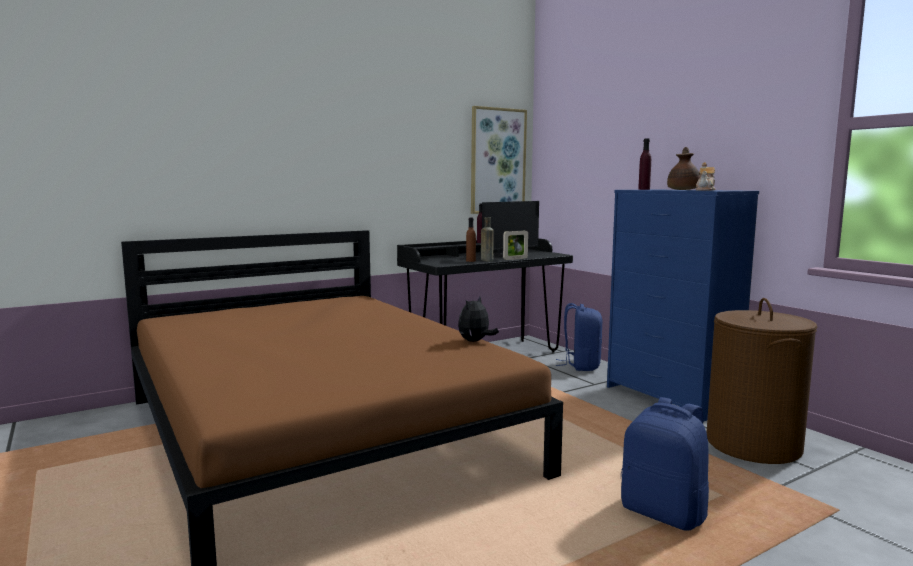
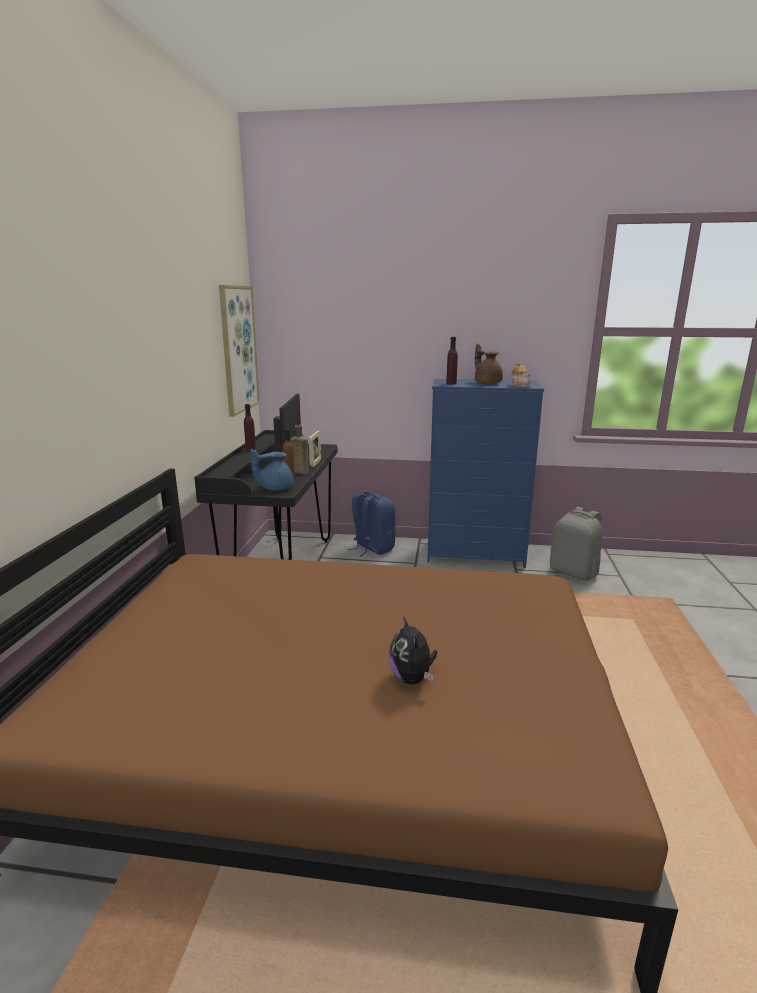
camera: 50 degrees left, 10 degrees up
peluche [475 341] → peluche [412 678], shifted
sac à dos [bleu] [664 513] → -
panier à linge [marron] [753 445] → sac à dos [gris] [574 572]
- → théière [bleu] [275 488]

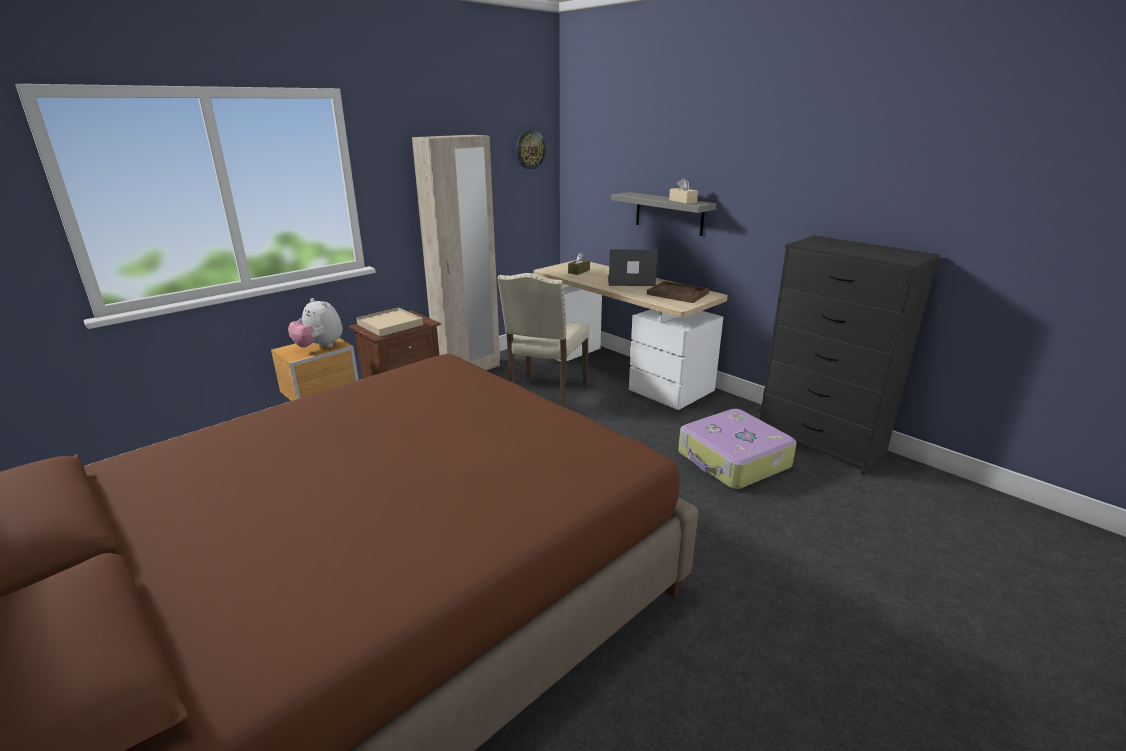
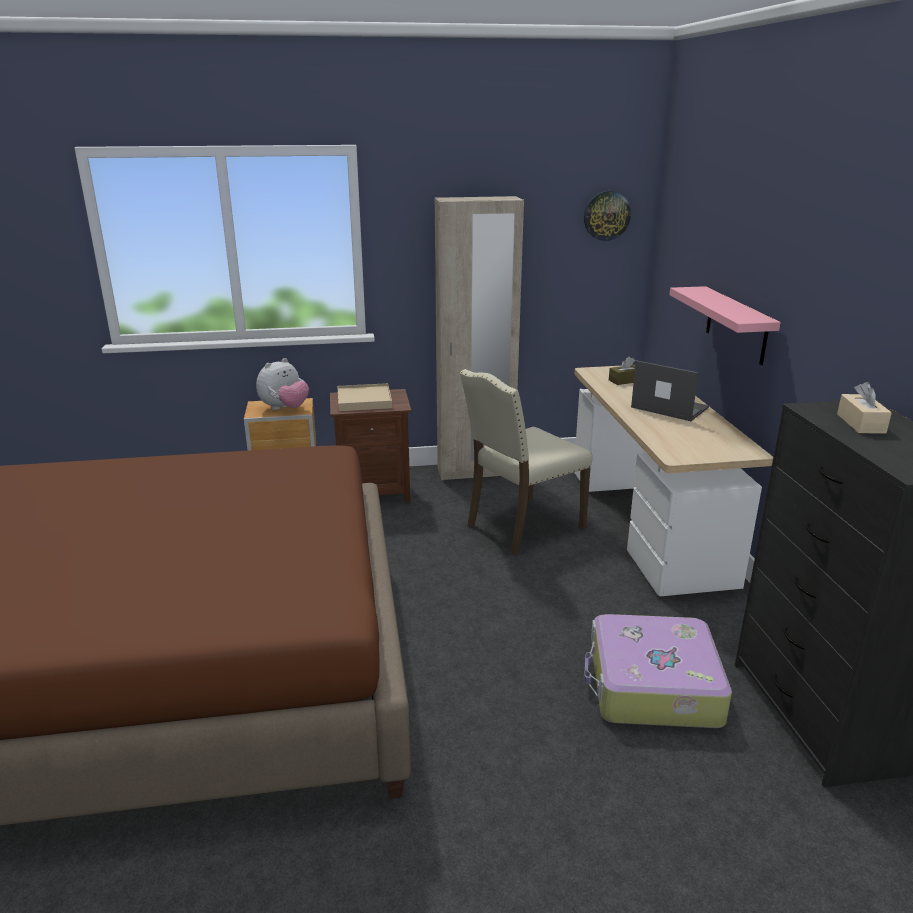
camera: 35 degrees right, 0 degrees up
peluche [319 347] → peluche [284 409], 120 degrees counterclockwise
étagère [gris] [669 213] → étagère [rose] [736 325]
plateau [marron] [677 294] → -
boîte à mouchoirs [beige] [682 201] → boîte à mouchoirs [beige] [861 423], shifted

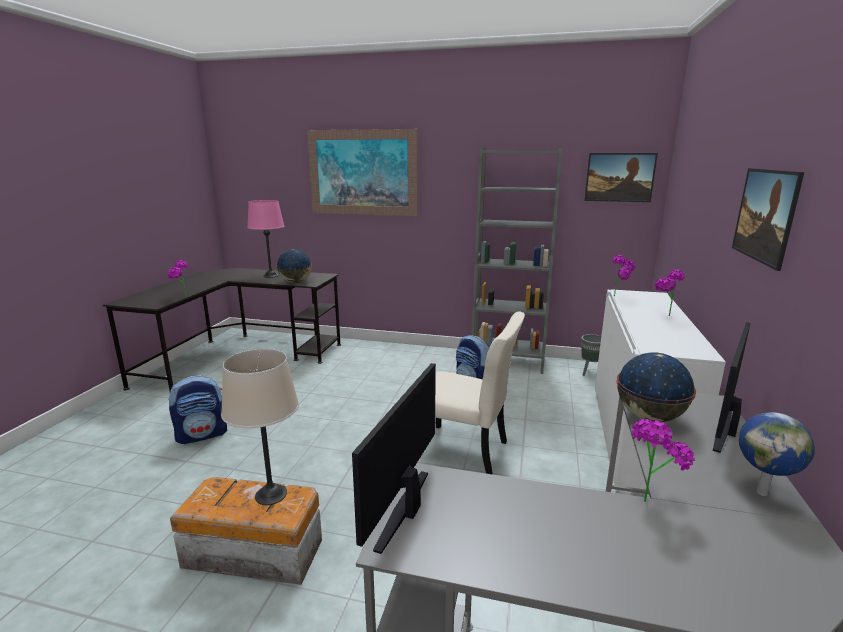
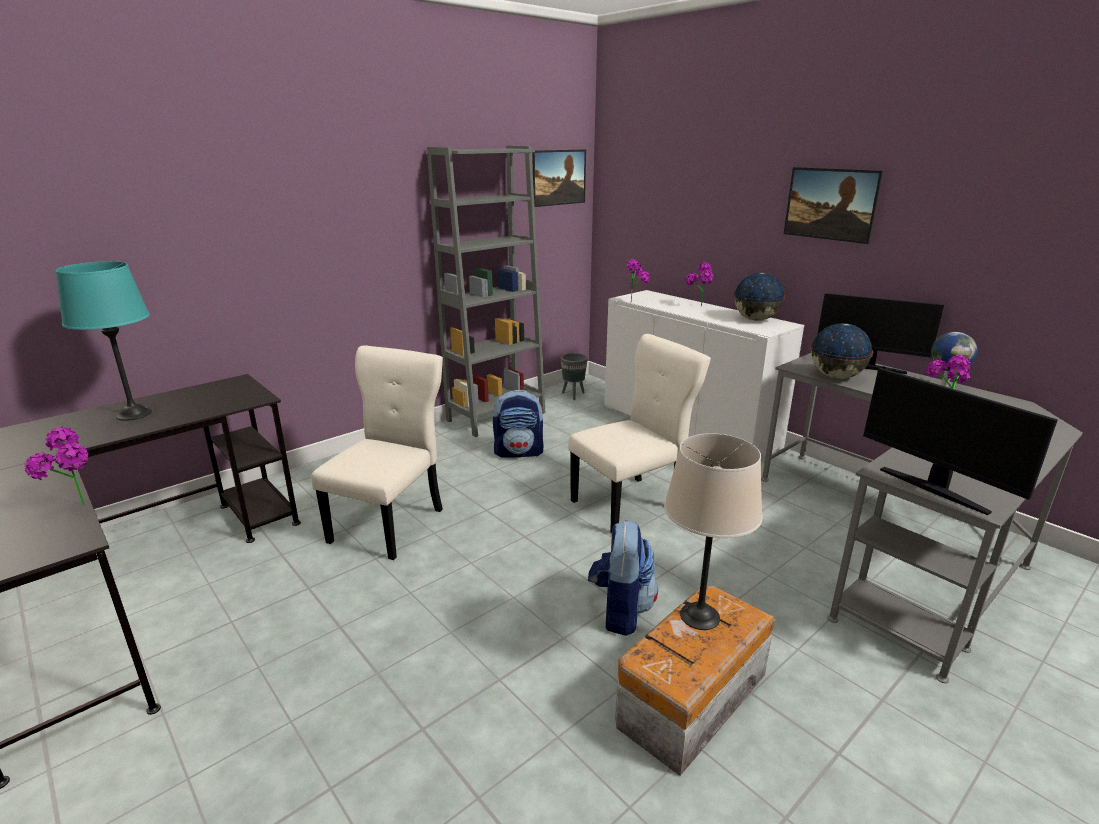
camera: 55 degrees left, 5 degrees up
sac à dos [202 435] → sac à dos [620 610], shifted
lampe de table [rose] [271 275] → lampe de table [turquoise] [134 414]
globe [295 282] → globe [755 319], shifted
tableau [362 173] → -
écran d'ordinateur [726 431] → écran d'ordinateur [867 367], 45 degrees counterclockwise
- → chaise [beige] [390 523]

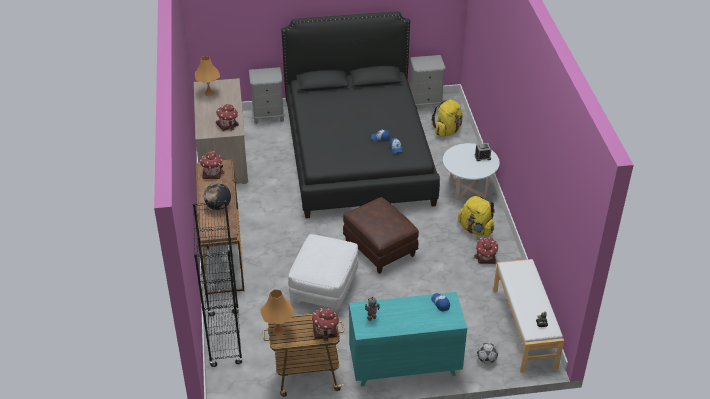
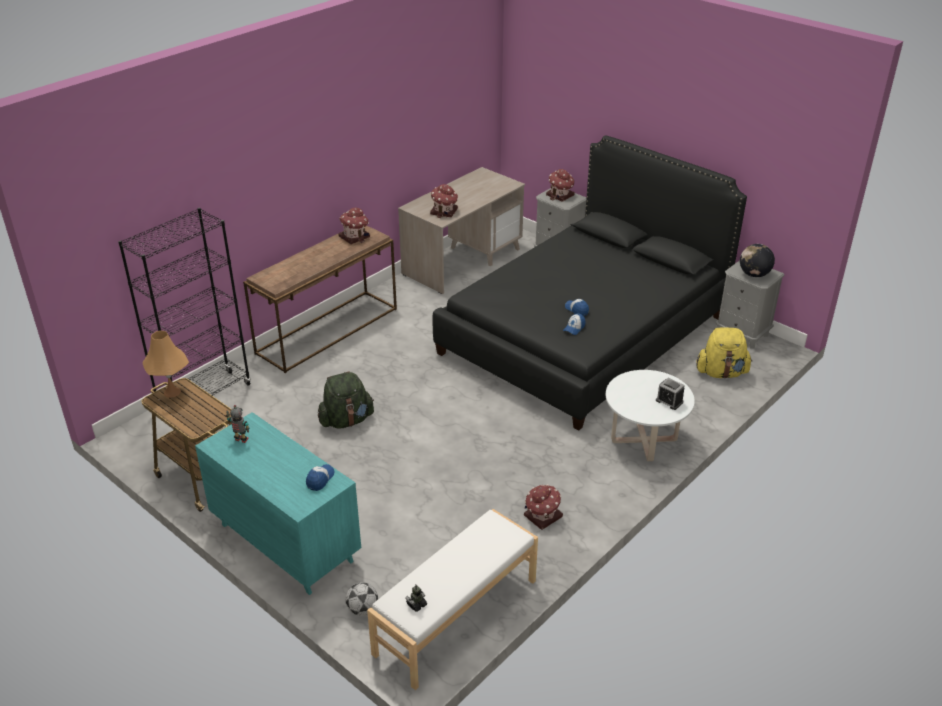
camera: 50 degrees right, 5 degrees down
lampe de table [orange] [209 93] → -
globe [218 206] → globe [754 274], shifted
pouf [blanc] [324 288] → sac à dos [vert] [346 420]
maison miniature [325 331] → maison miniature [560 195], shifted
pouf [marron] [380 248] → -
sac à dos [jaune] [476 229] → -

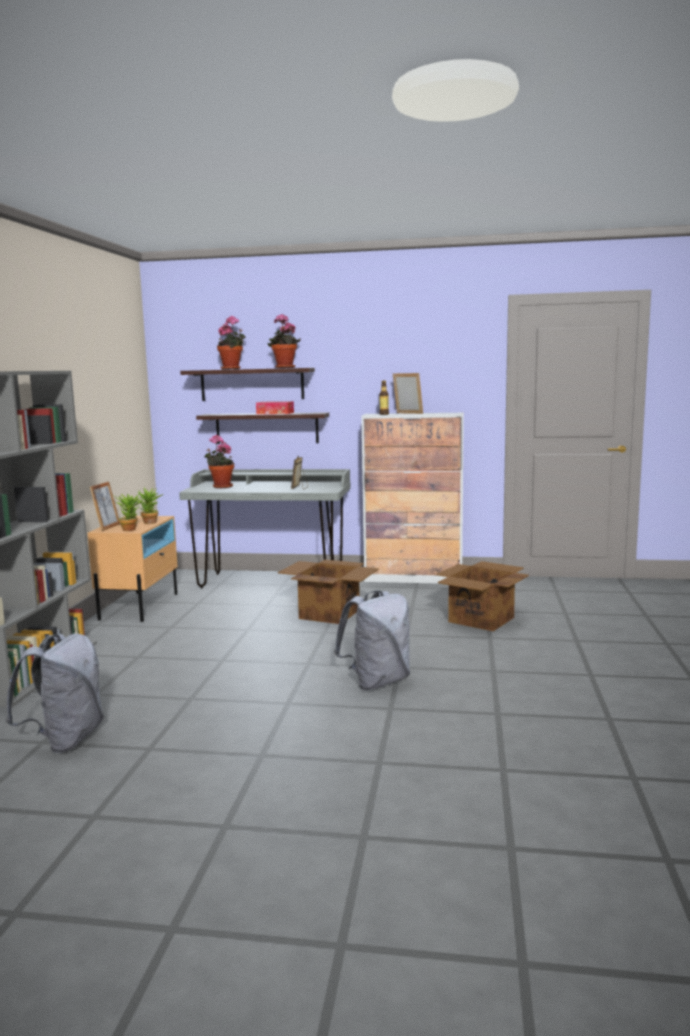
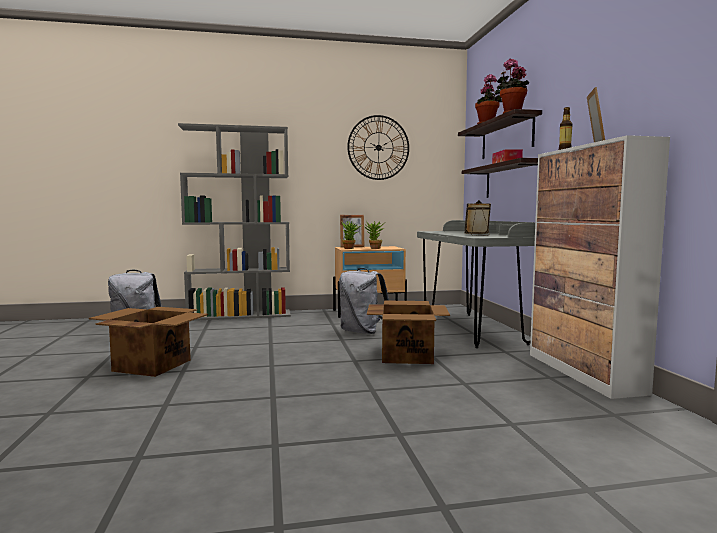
camera: 70 degrees right, 5 degrees down
plante en pot [220 487] → -
sac à dos [gris] [377 682] → sac à dos [gris] [362 332], shifted
carton [480 620] → carton [151 365], shifted
- → horloge murale [378 147]

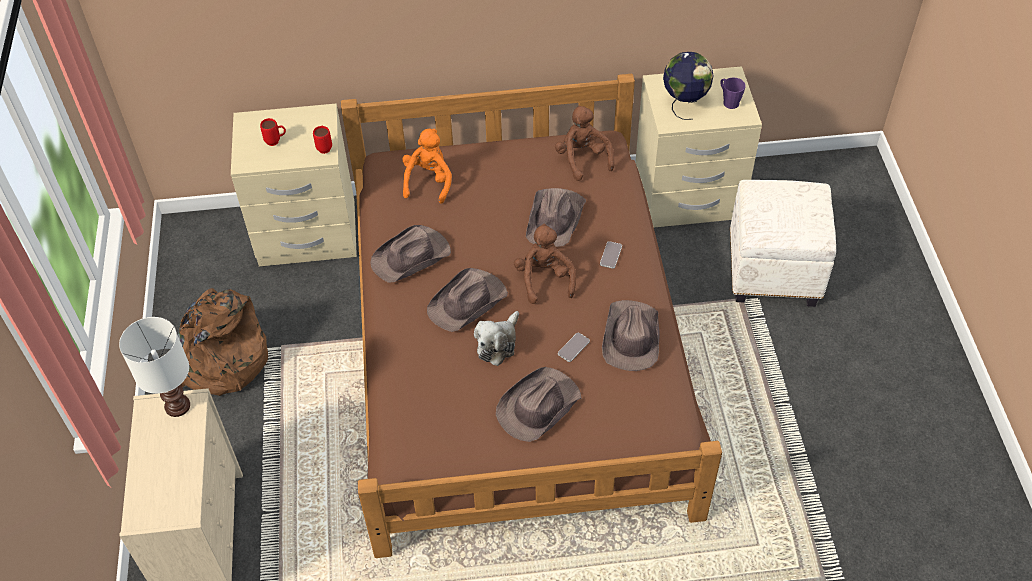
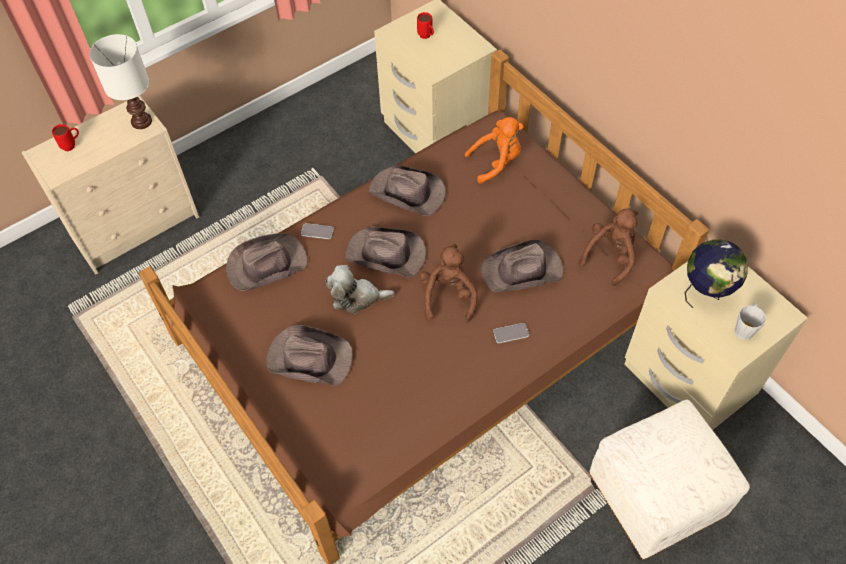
camera: 60 degrees right, 5 degrees up
sac à dos [marron] [220 362] → -
mug [rouge] [325 147] → mug [rouge] [72 145], shifted
peluche [marron] [544 279] → peluche [marron] [448 296], 45 degrees counterclockwise
téléphone [573 347] → téléphone [317 231], shifted
chapeau [marron] [630 337] → chapeau [marron] [266 265], shifted
mug [violet] [728 101] → mug [gris] [745 328]

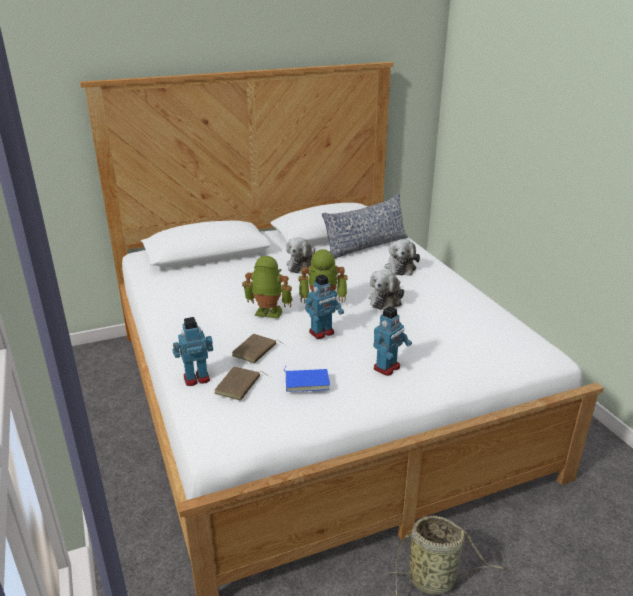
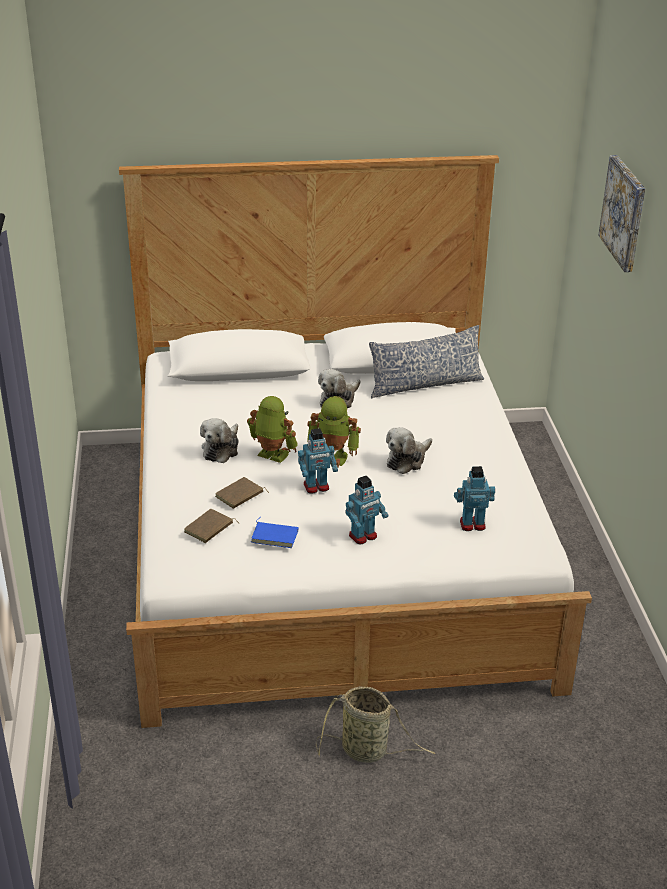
camera: 15 degrees right, 5 degrees up
robot jouet [196 378] → robot jouet [472 524], shifted
peluche [400 267] → peluche [221 449], shifted
- → tableau [624 213]

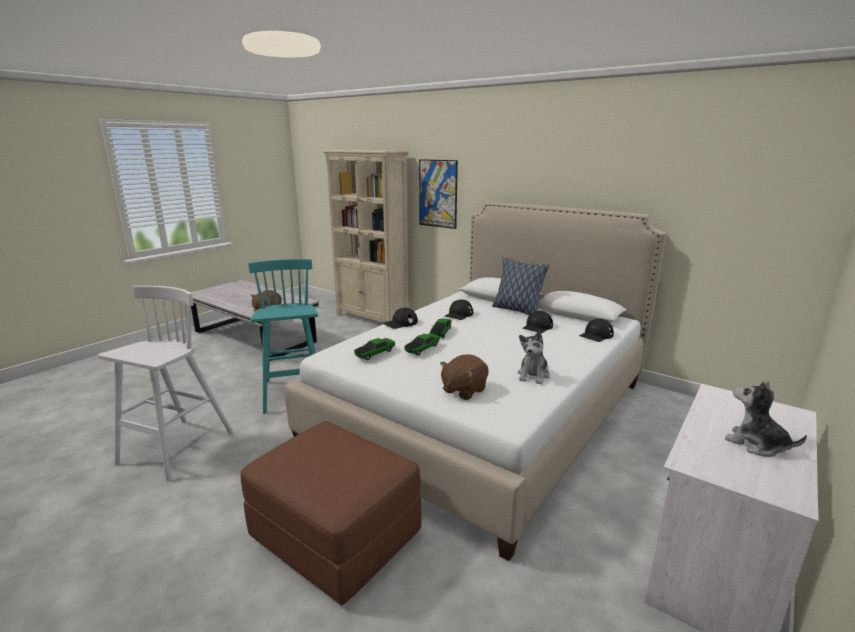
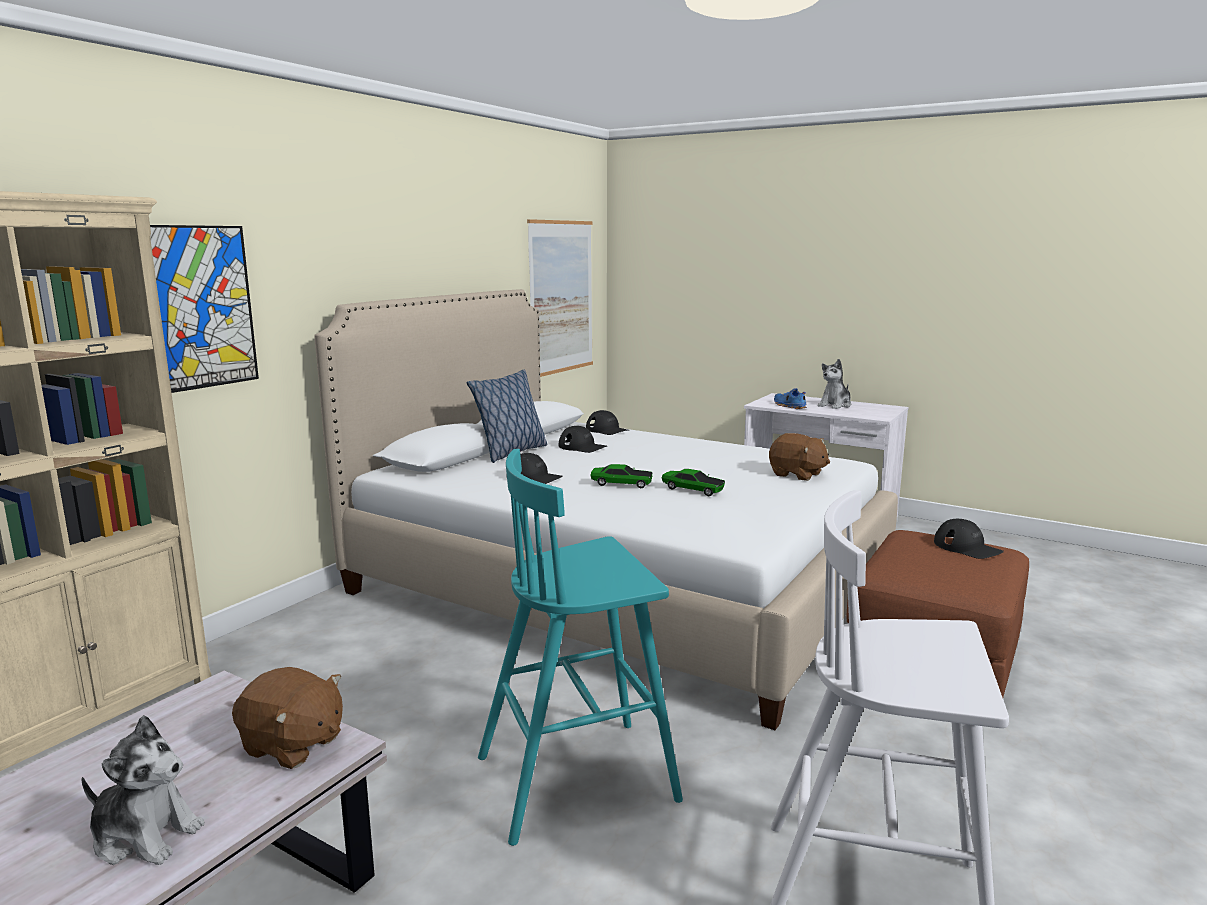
camera: 95 degrees left, 5 degrees down
petite voiture [375 353] → -
casquette [noir] [400 323] → casquette [noir] [967 548], shifted
peluche [533 375] → peluche [145 835], shifted
- → tableau [561 297]
- → chaussure [bleu] [789 406]

